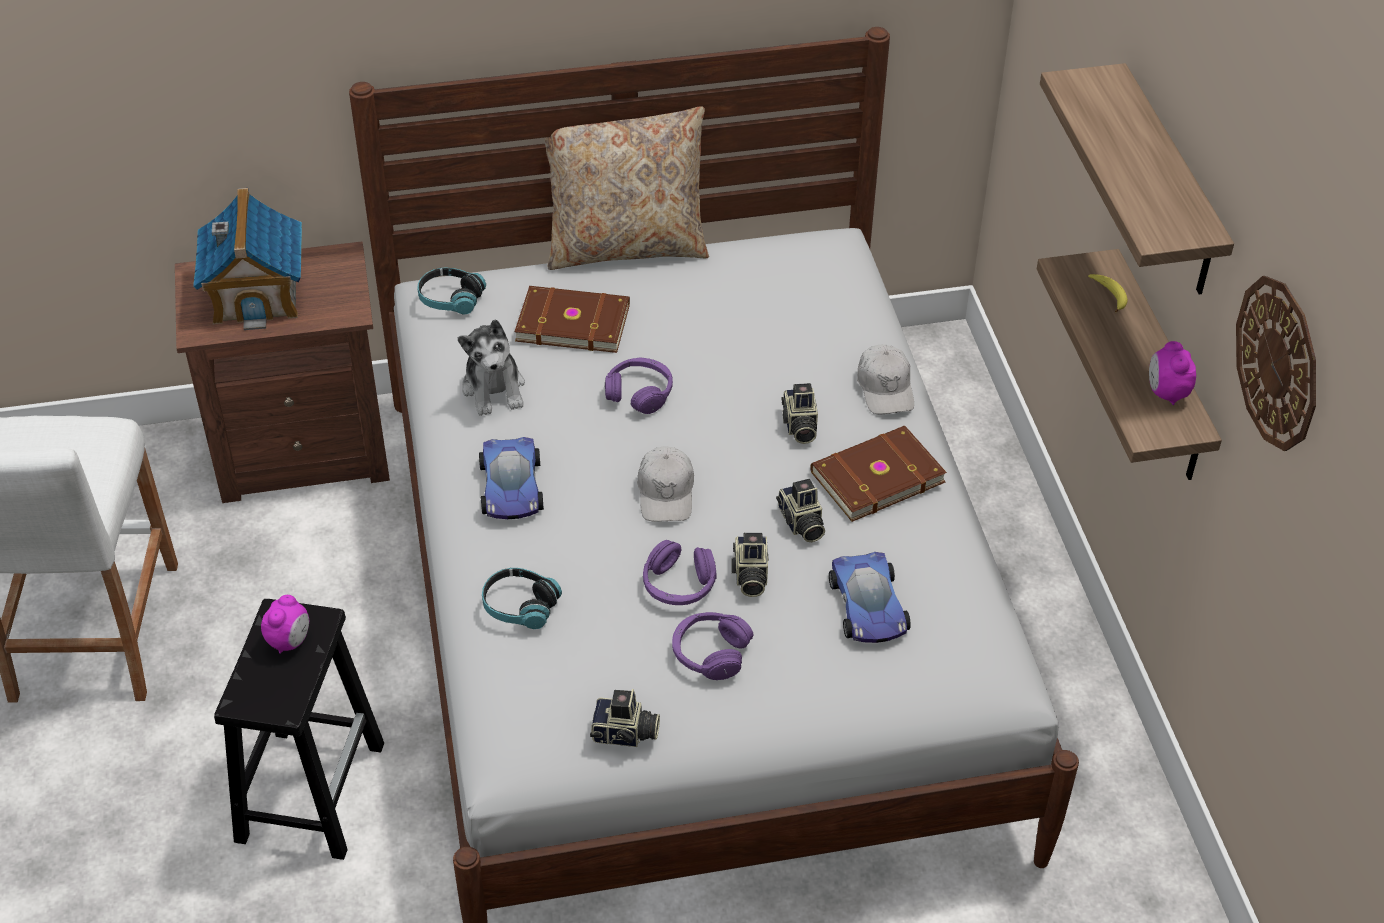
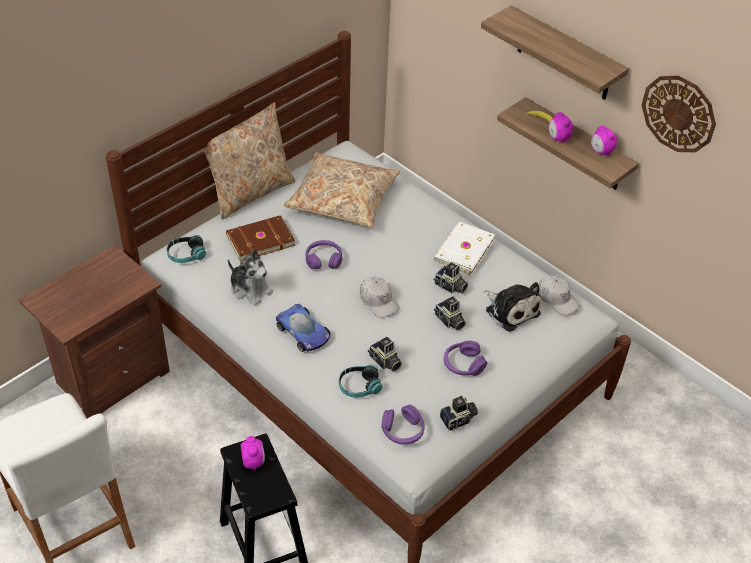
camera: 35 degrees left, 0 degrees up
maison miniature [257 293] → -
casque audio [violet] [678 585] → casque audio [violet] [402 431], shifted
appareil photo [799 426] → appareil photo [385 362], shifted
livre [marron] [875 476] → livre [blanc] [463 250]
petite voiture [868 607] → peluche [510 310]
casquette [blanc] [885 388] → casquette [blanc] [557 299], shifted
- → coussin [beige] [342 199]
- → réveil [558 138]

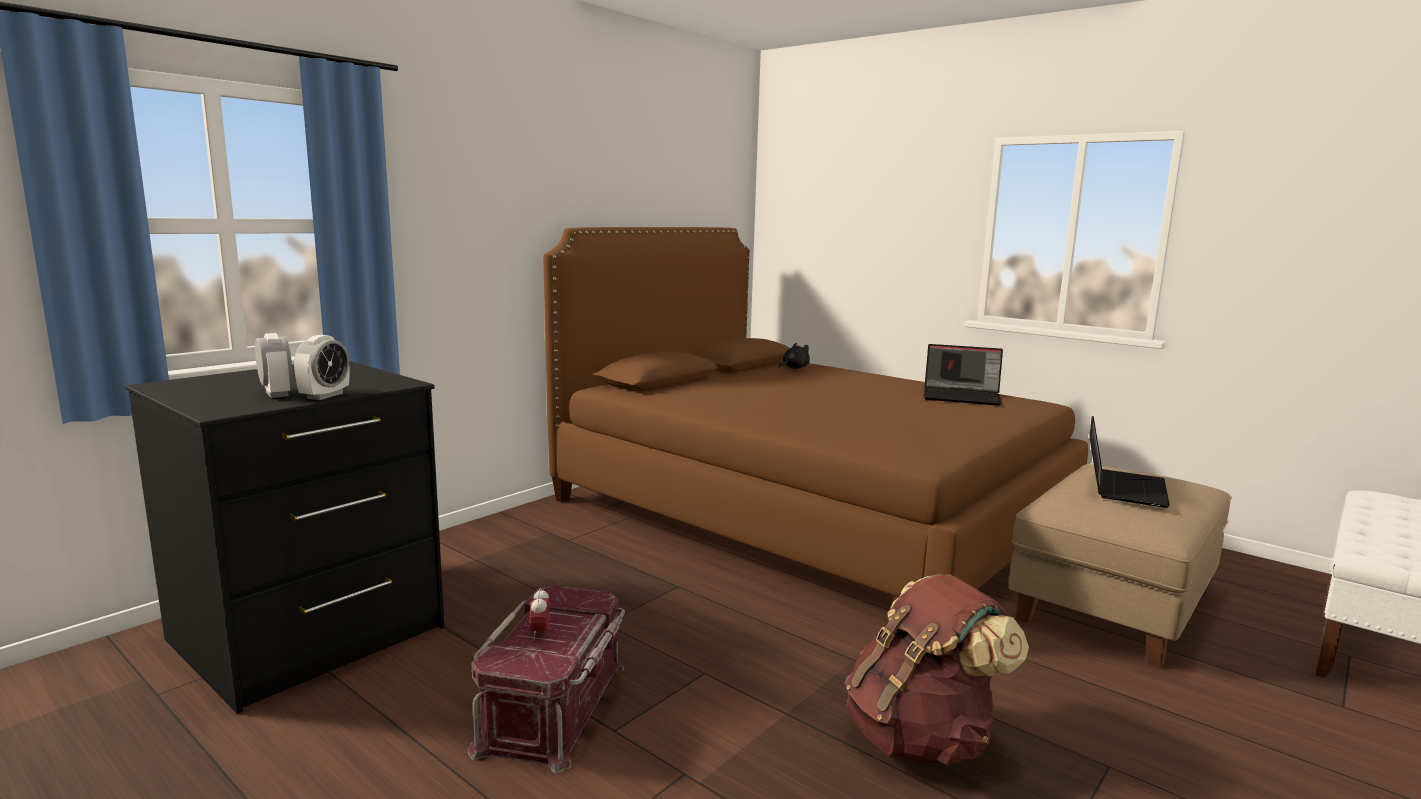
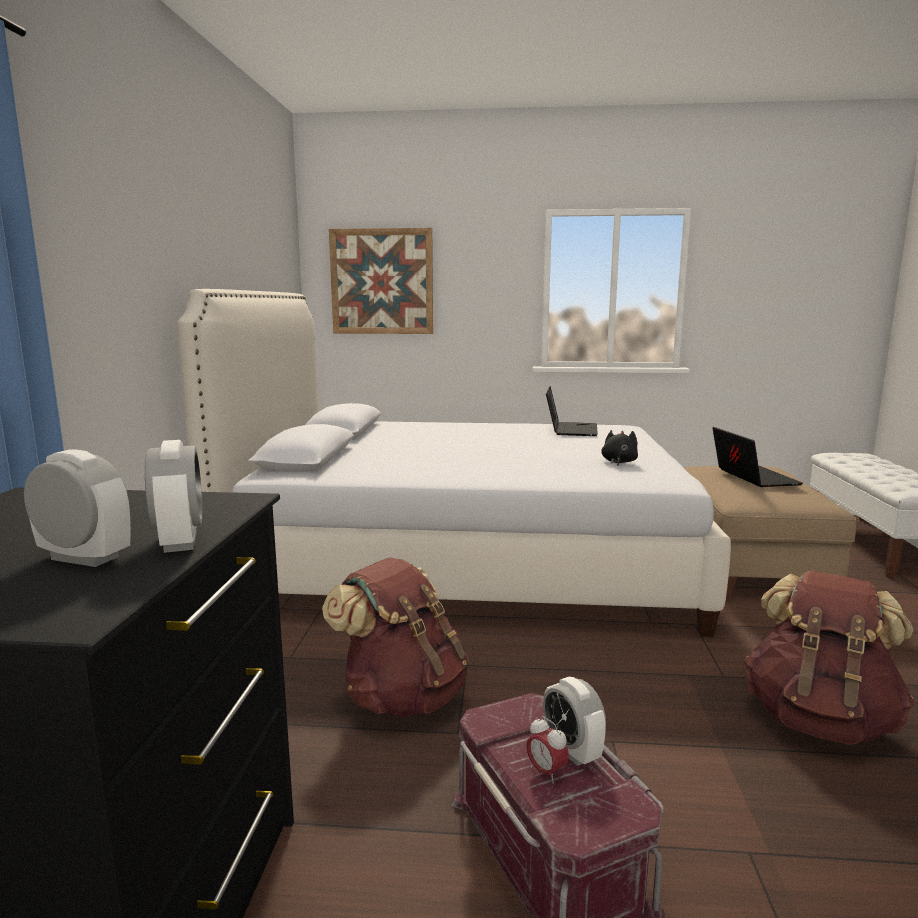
camera: 35 degrees left, 0 degrees up
lit [marron] [804 512] → lit [blanc] [465 560]
peluche [noir] [794 368] → peluche [noir] [618 462], shifted
ordinateur portable [962 397] → ordinateur portable [570 430], 60 degrees counterclockwise
- → sac à dos [marron] [402 696]
- → tableau [382 282]
- → réveil [572 750]

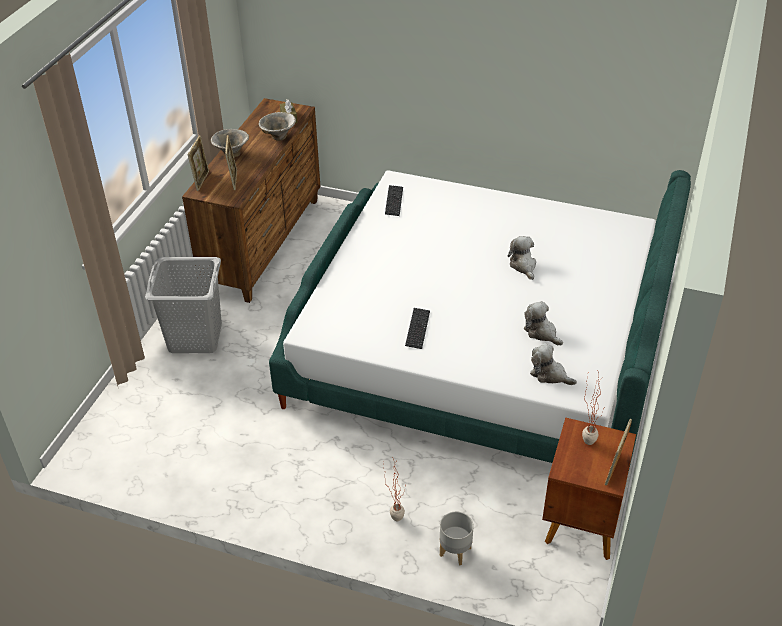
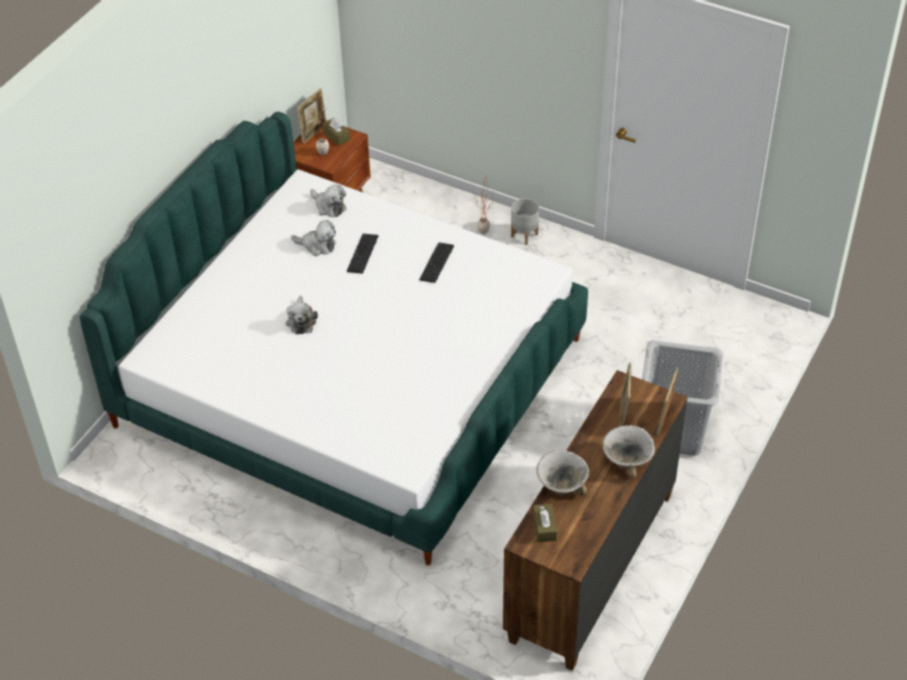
camera: 170 degrees left, 5 degrees up
clavier [394 201] → clavier [362 254], shifted
cache-pot [gris] [455 552] → cache-pot [gris] [524 235], shifted
peluche [541 332] → peluche [317 245], 45 degrees counterclockwise
- → boîte à mouchoirs [marron] [336 136]

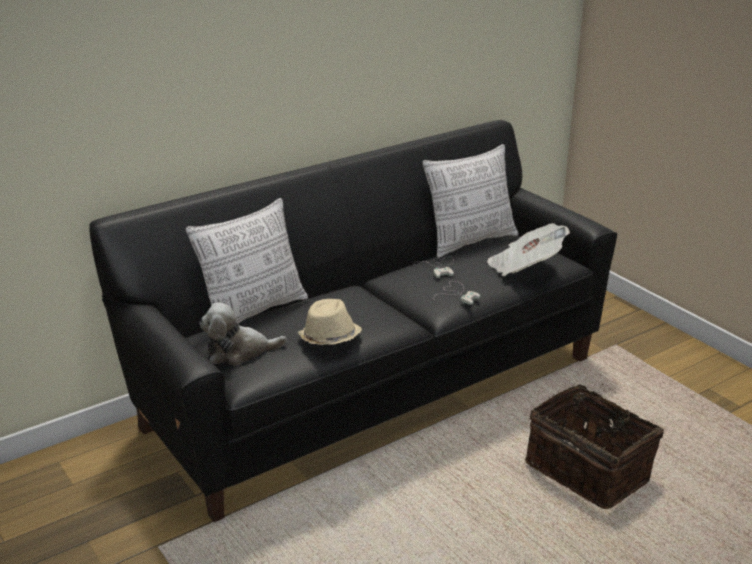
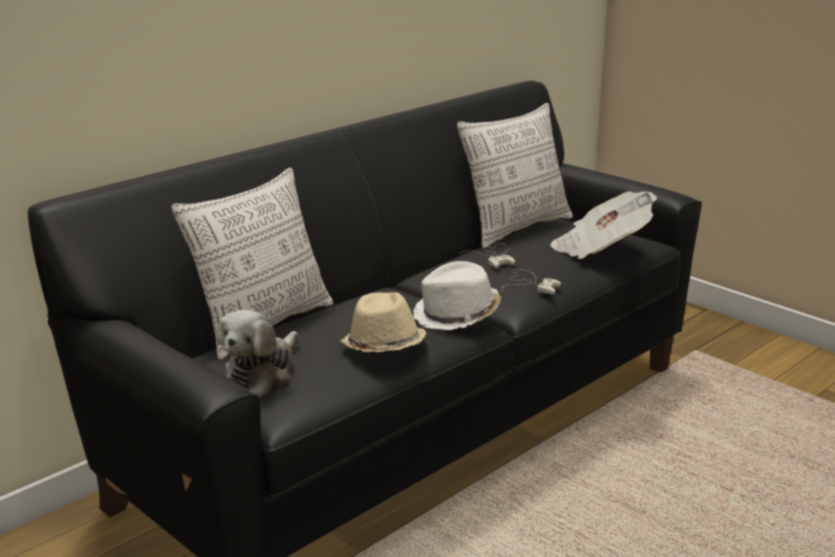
camera: 10 degrees left, 5 degrees down
peluche [239 352] → peluche [262 374], 45 degrees counterclockwise
panier [589 470] → -
- → chapeau [blanc] [457 315]

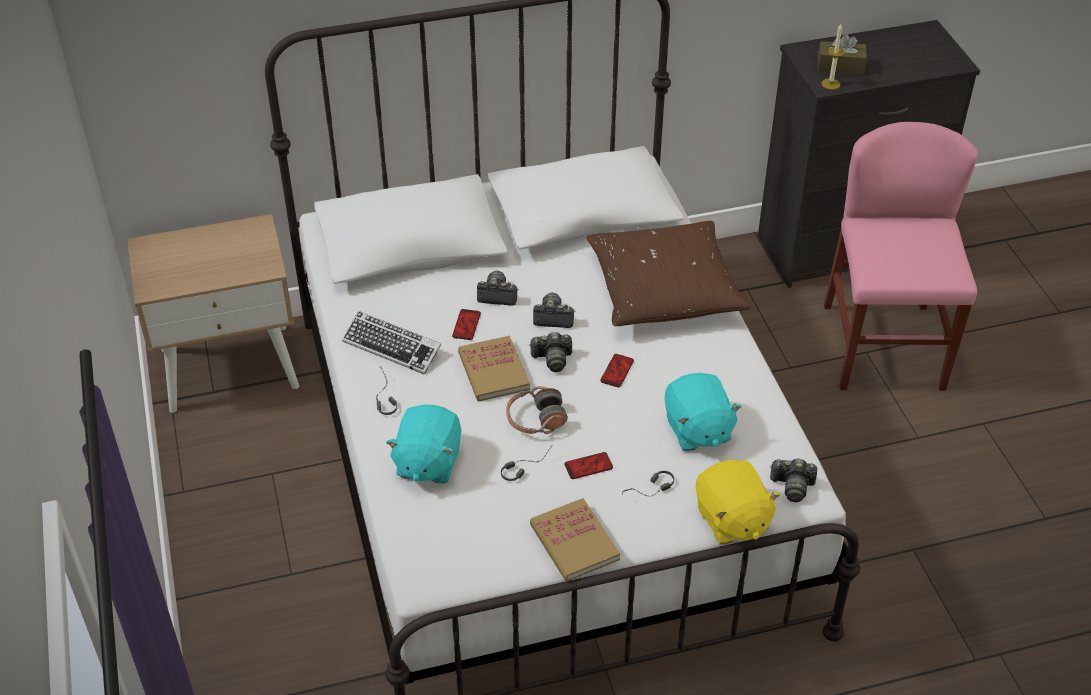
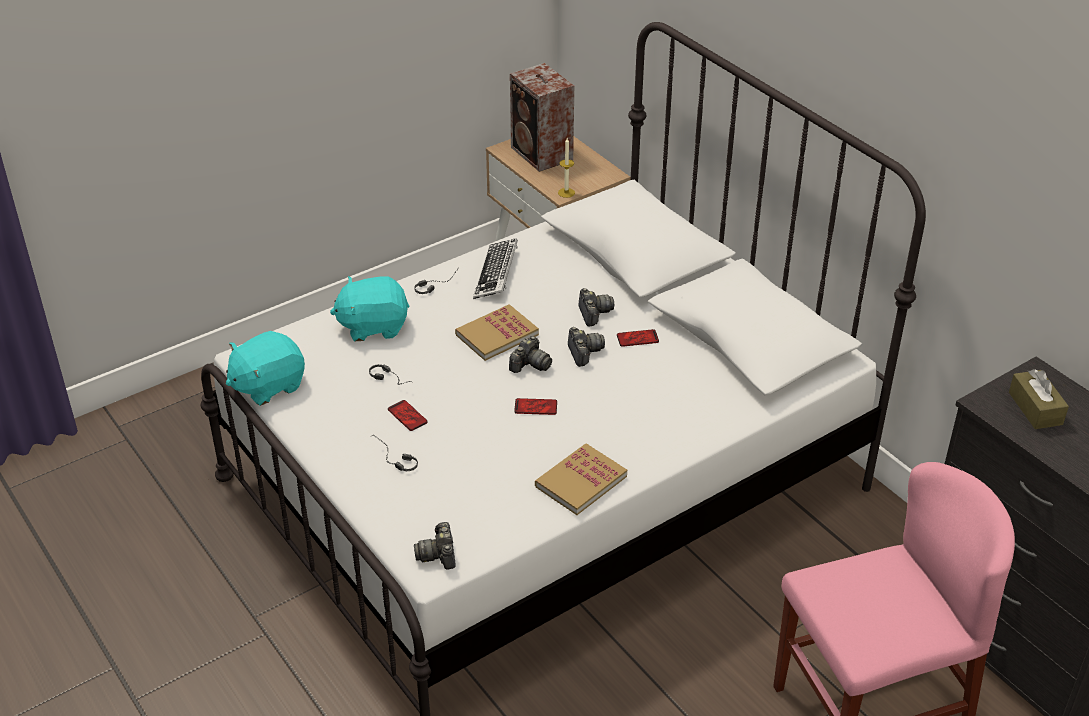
camera: 70 degrees right, 5 degrees down
téléphone [466 325] → téléphone [637 339], shifted
casque audio [536 419] → -
appareil photo [552 359] → appareil photo [530 365], 120 degrees counterclockwise
livre [574 542] → livre [581 481], shifted
coussin [marron] [664 289] → -
peluche [turquoise] [697 430] → peluche [turquoise] [268 385], shifted
peluche [jaune] [731 520] → -
bougie [830 84] → bougie [566 193], shifted
- → enceinte [542 155]

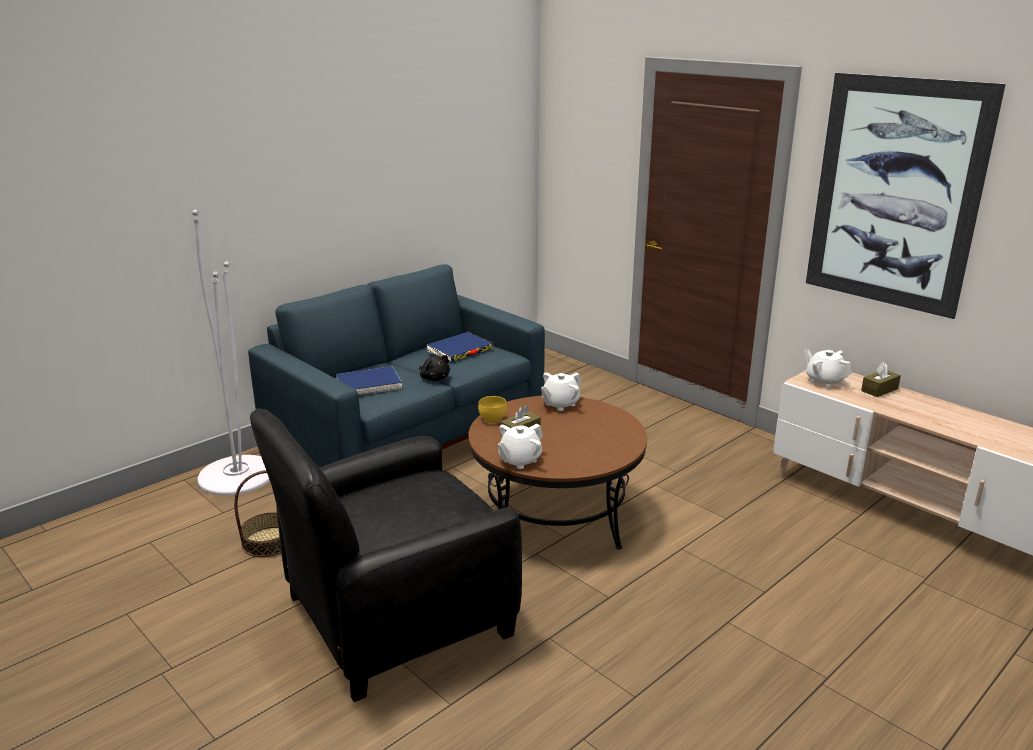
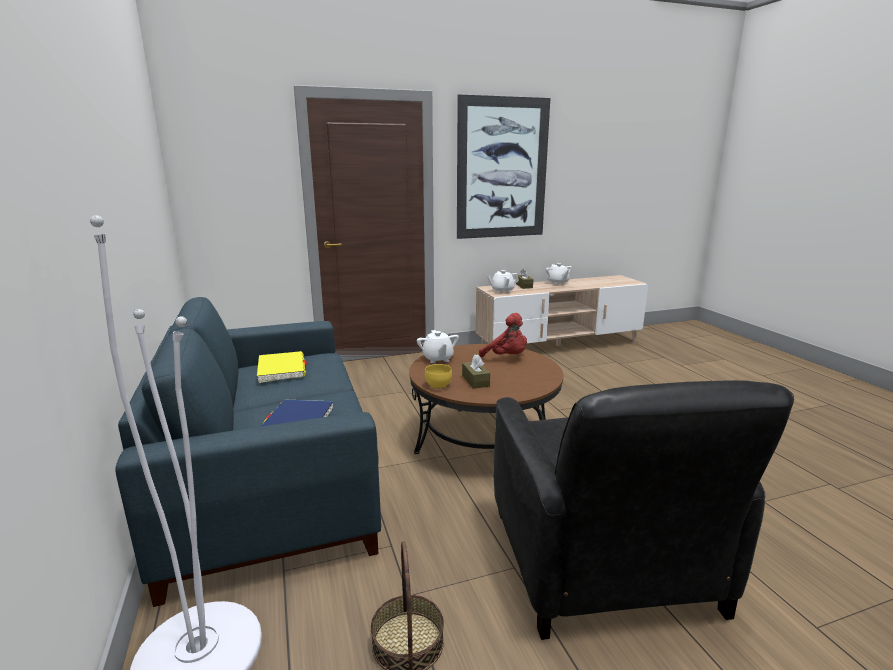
camera: 65 degrees left, 5 degrees down
peluche [noir] [434 378] → -
livre [bleu] [460 350] → livre [jaune] [281 369]
théière [blanc] [519 460] → théière [blanc] [557 282], shifted
- → peluche [rouge] [506 357]

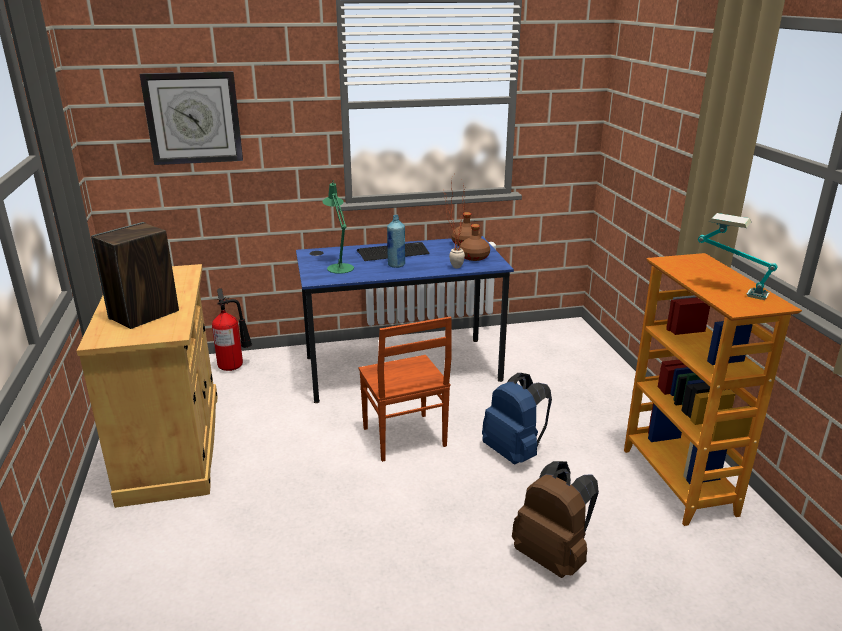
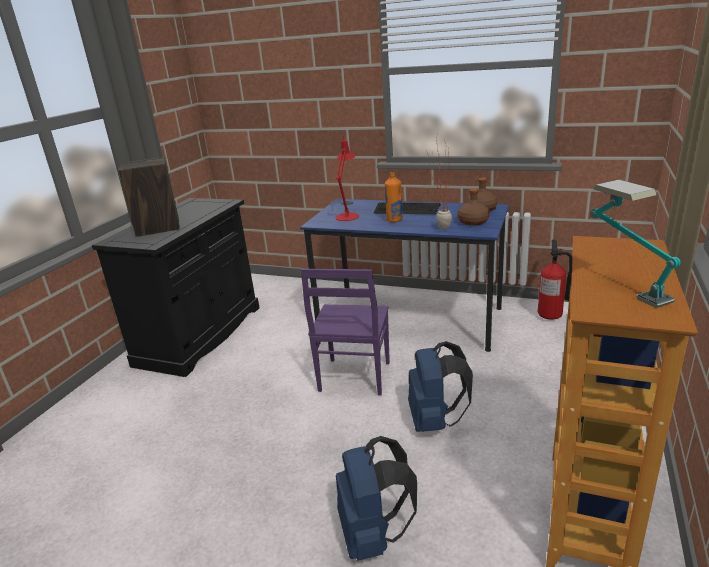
camera: 35 degrees right, 0 degrees up
meuble de rangement [beige] [173 445] → meuble de rangement [noir] [200 335]
horloge murale [193 118] → -
extincteur [234 366] → extincteur [553 316], shifted
lampe de table [vert] [339 267] → lampe de table [rouge] [348 215]
chaise [marron] [403 438] → chaise [violet] [353 377]
bouteille [bleu] [396 265] → bouteille [orange] [394 220]
sac à dos [marron] [553 557] → sac à dos [bleu] [373 535]

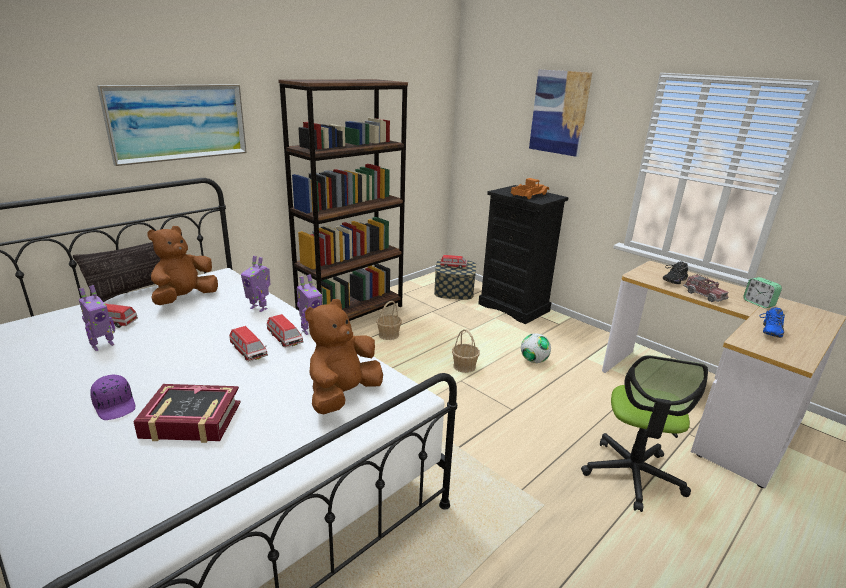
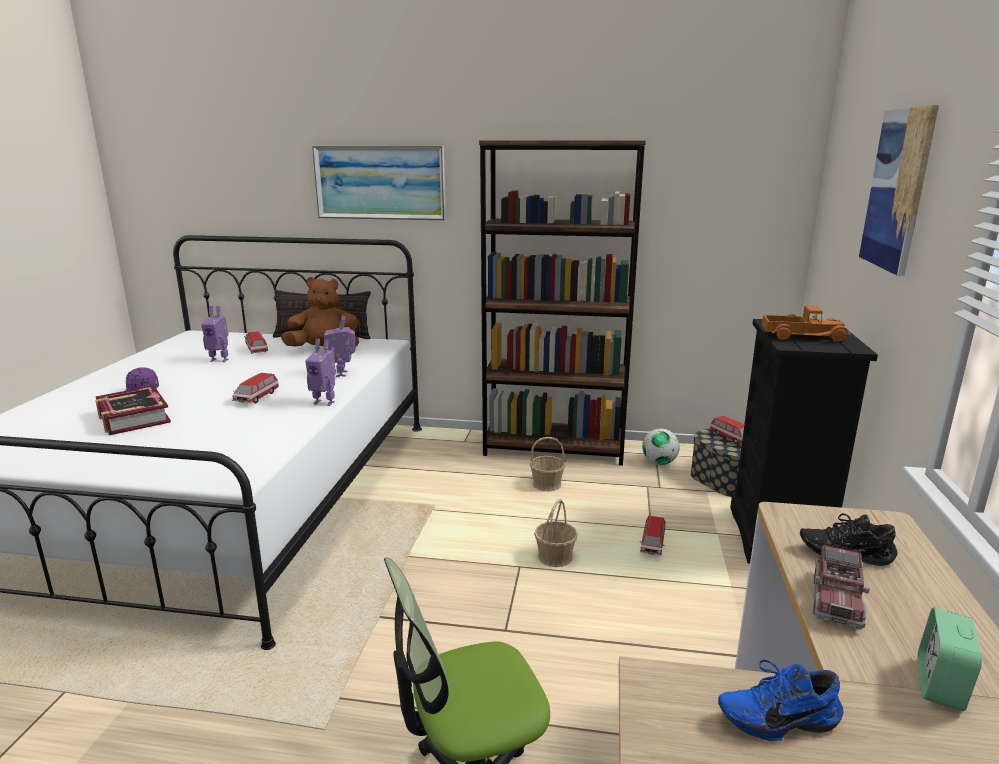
camera: 55 degrees right, 5 degrees down
petite voiture [285 339] → petite voiture [652 544], shifted
peluche [marron] [343 395] → -
ballon de foot [533 360] → ballon de foot [659 462], shifted

